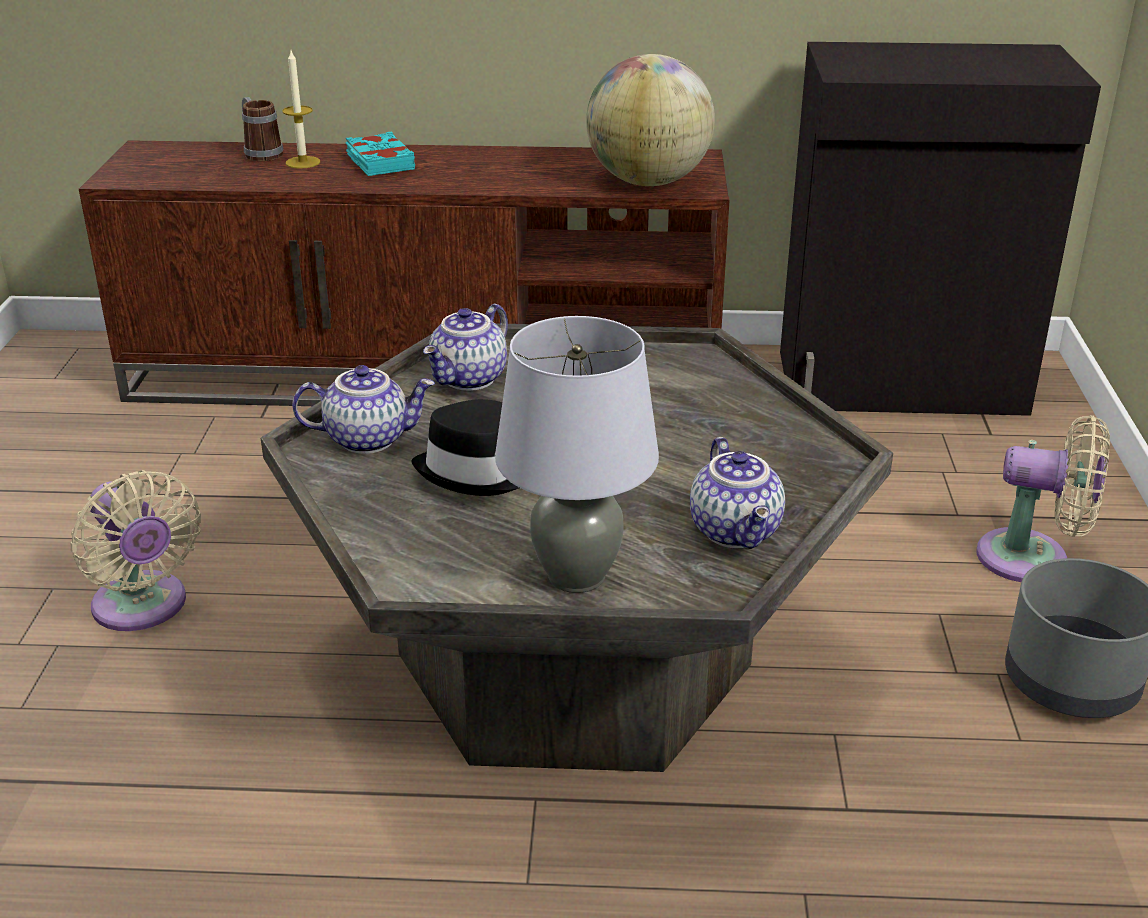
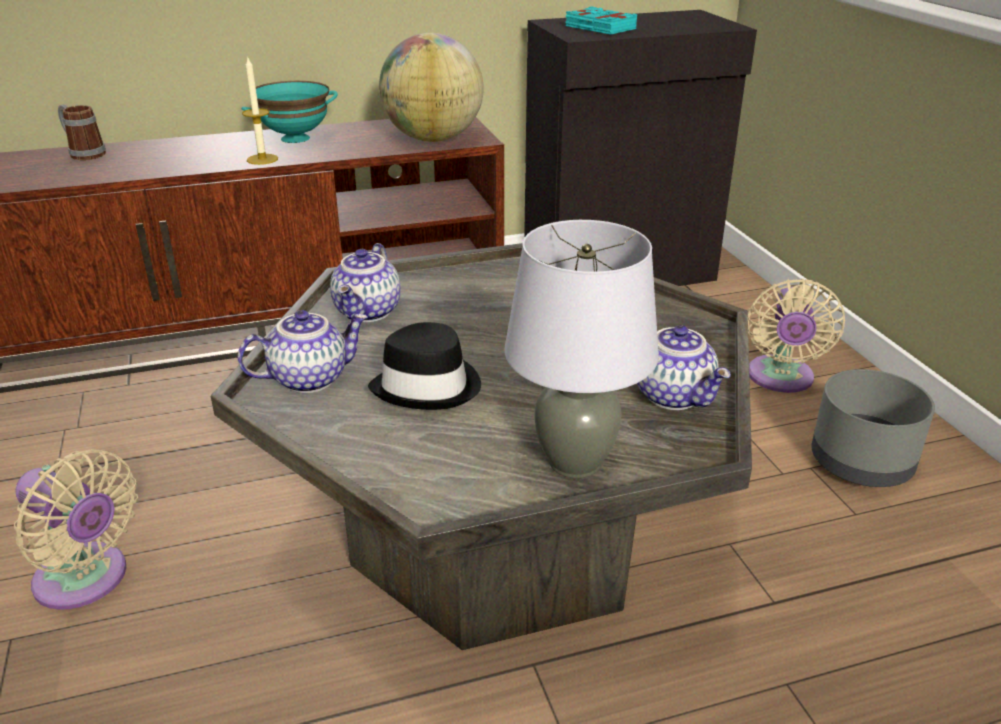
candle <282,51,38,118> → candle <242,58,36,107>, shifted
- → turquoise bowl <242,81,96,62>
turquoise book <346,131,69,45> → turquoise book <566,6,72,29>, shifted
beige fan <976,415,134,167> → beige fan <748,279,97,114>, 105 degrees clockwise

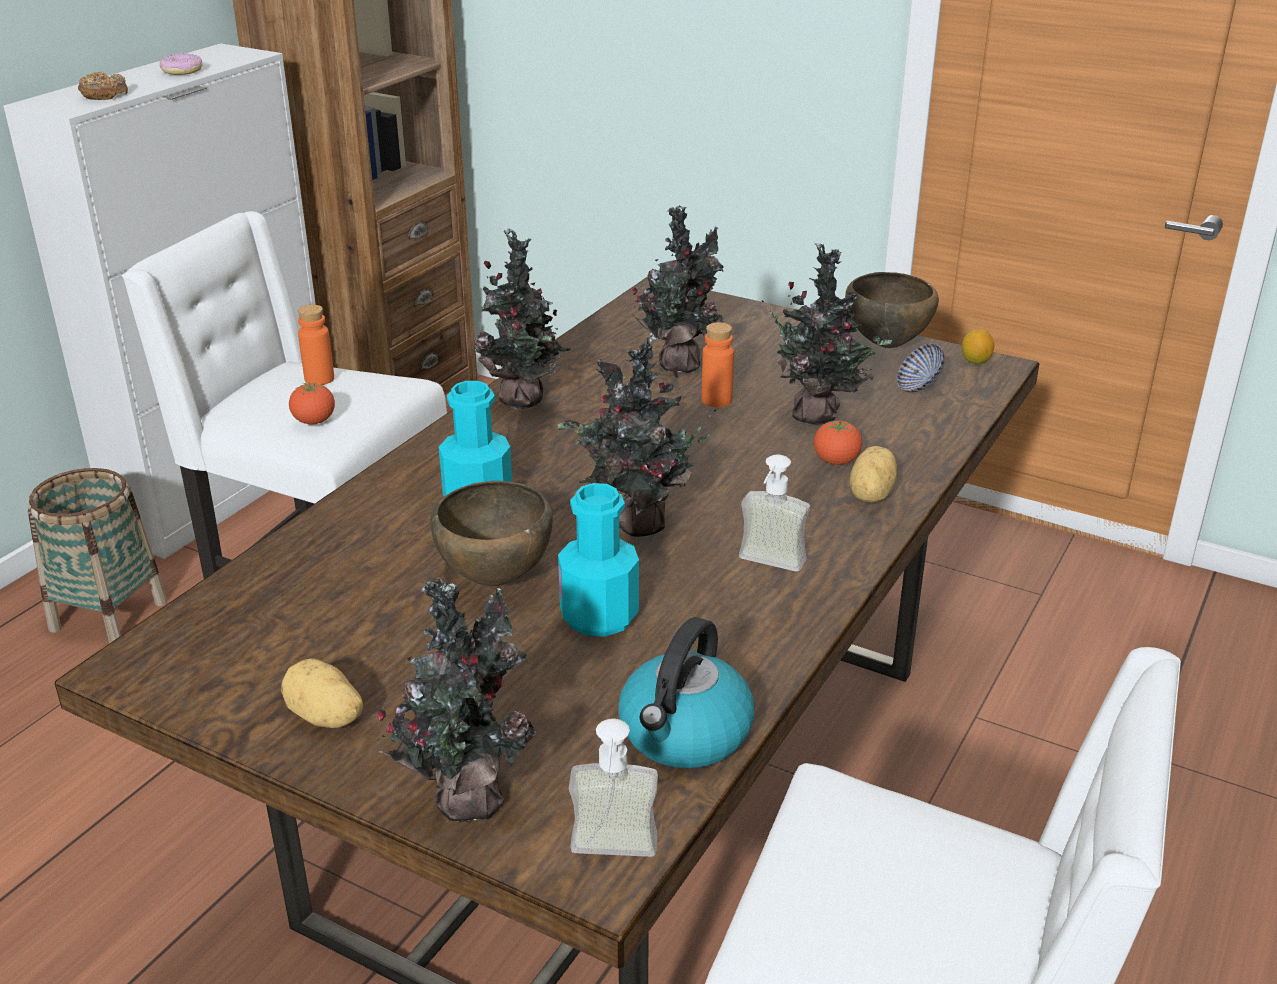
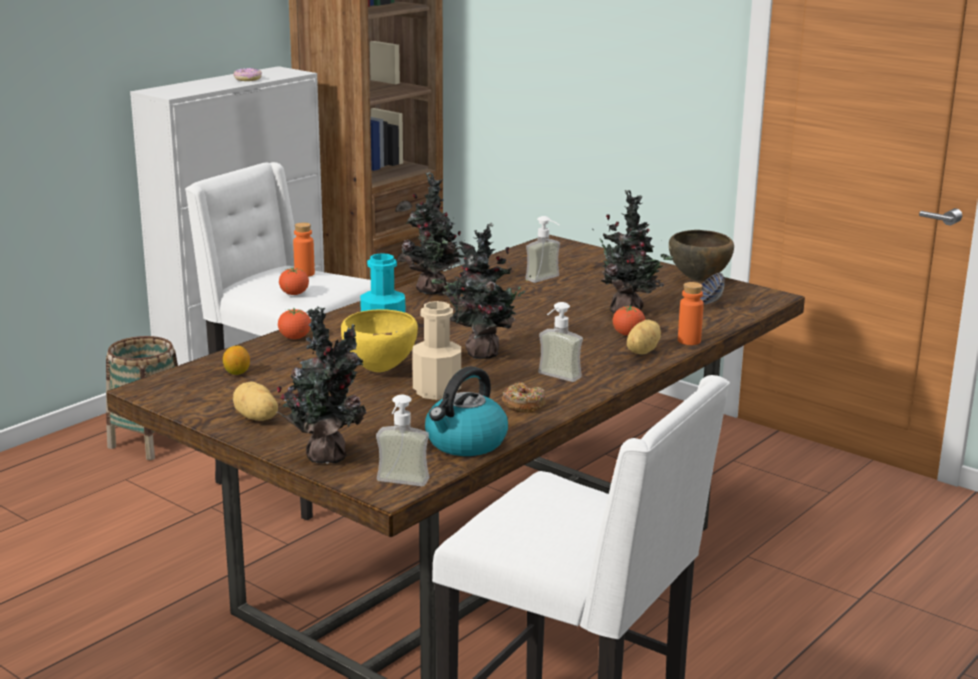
lemon <962,329,32,35> → lemon <223,346,27,29>, shifted
- → tomato <278,308,33,31>
brown bowl <430,481,123,105> → yellow bowl <341,309,77,63>
turquoise bottle <558,483,81,154> → beige bottle <412,301,49,99>
donut <78,72,50,28> → donut <502,382,44,31>, shifted
potted plant <631,205,93,168> → soap dispenser <525,216,35,67>
orange bottle <701,322,33,85> → orange bottle <678,282,26,63>, shifted

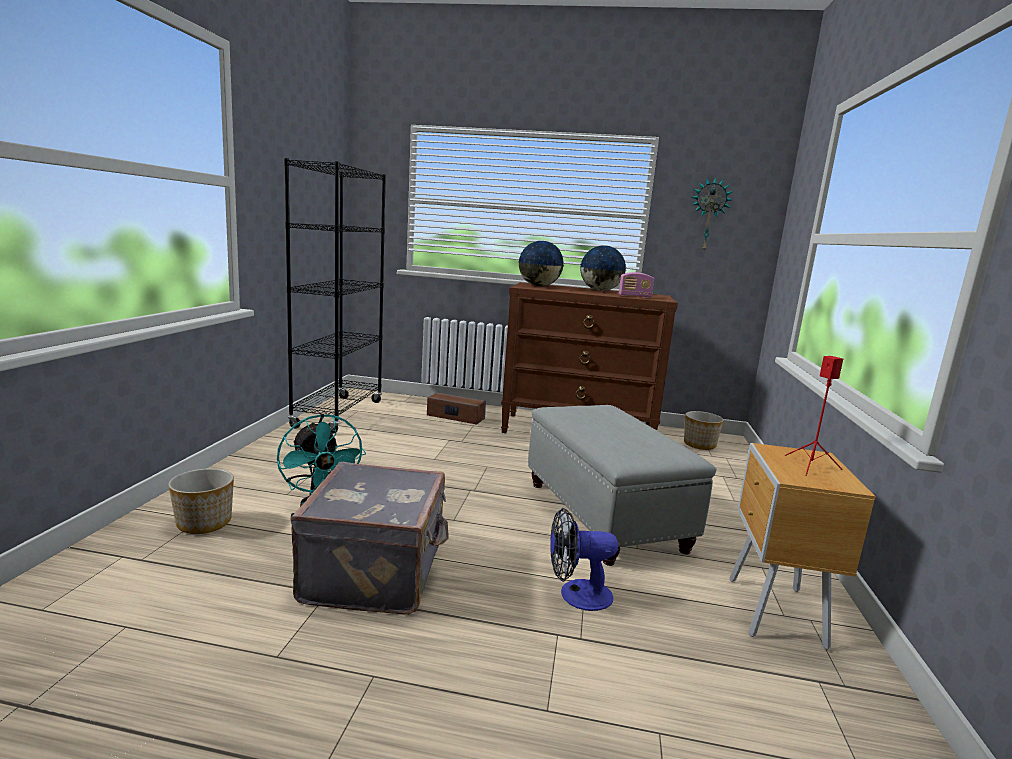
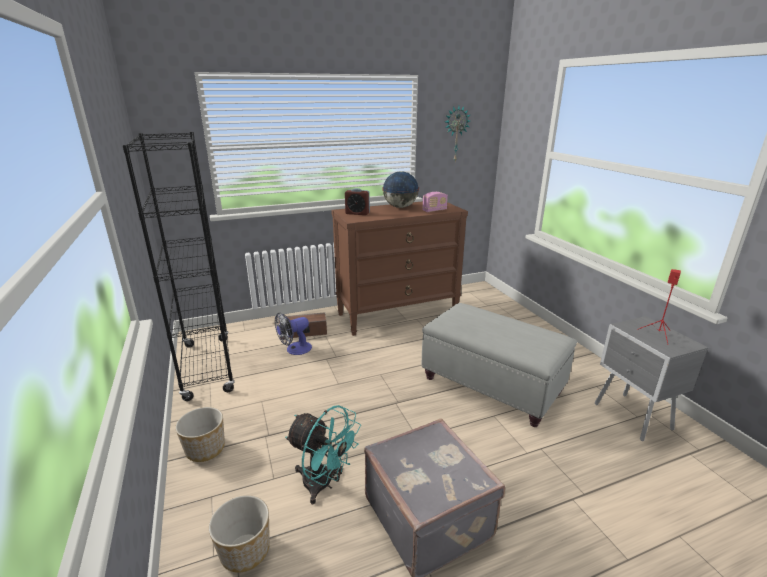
planter <684,411,40,39> → planter <175,407,50,55>, shifted
fan <550,508,68,103> → fan <275,313,37,42>, shifted
globe <518,241,46,45> → alarm clock <345,188,25,27>
brown nightstand <729,443,147,207> → grey nightstand <595,316,113,125>

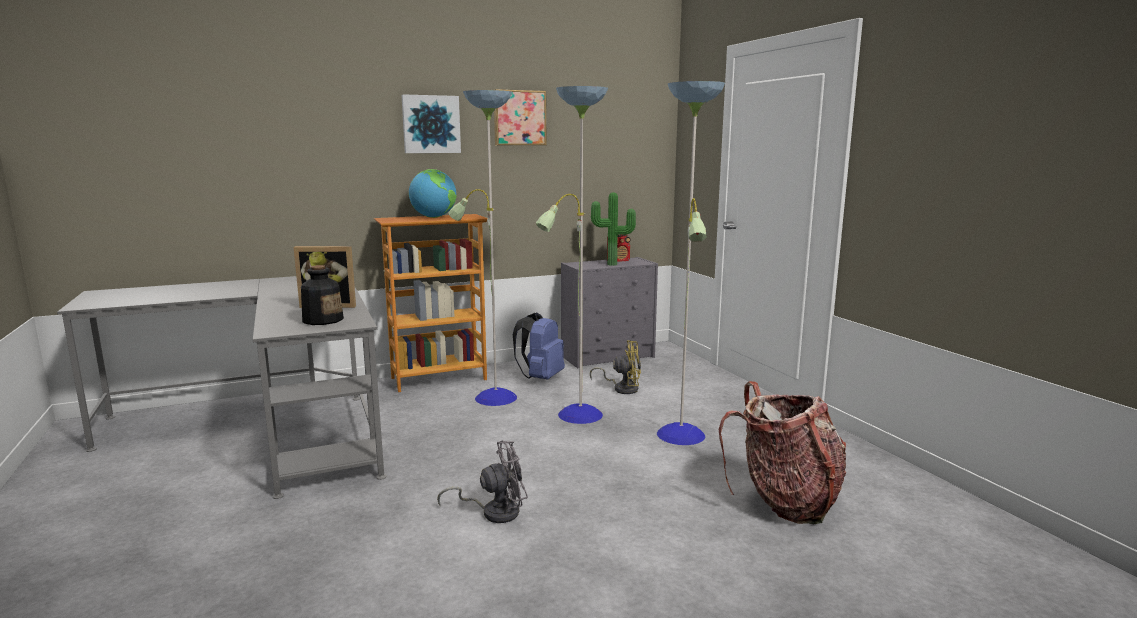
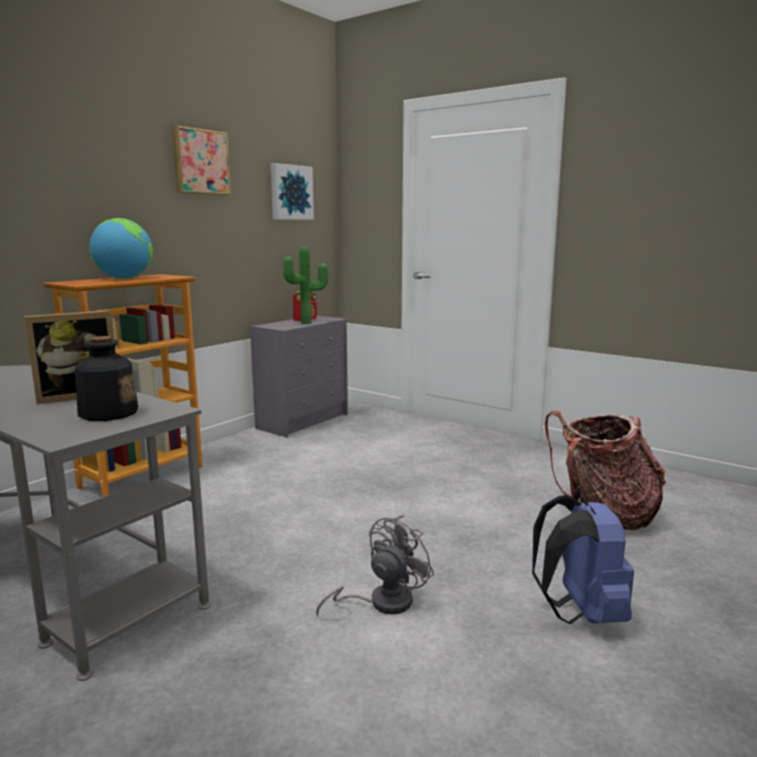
picture <401,94,60,59> → picture <271,163,43,57>, shifted
blue backpack <513,312,52,68> → blue backpack <532,495,102,129>, shifted
floor lamp <448,81,277,364> → -
yellow fan <590,340,51,54> → -

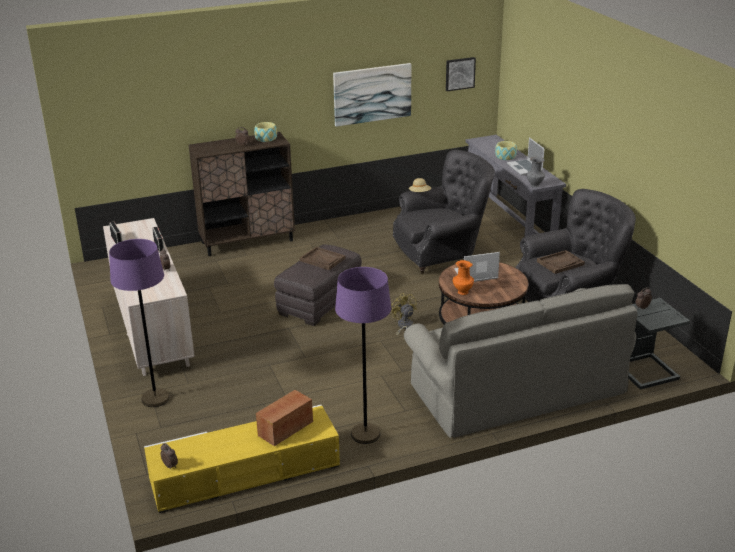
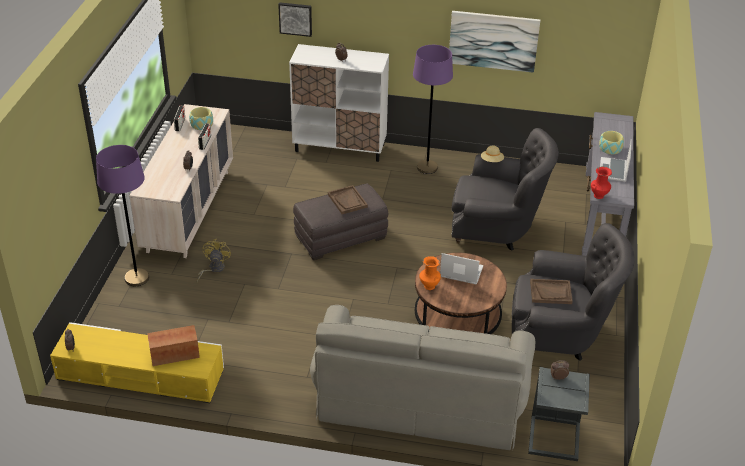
bowl <254,122,23,20> → bowl <189,107,24,23>, shifted
yellow fan <390,293,27,47> → yellow fan <197,239,34,43>, shifted
picture <446,57,30,34> → picture <278,2,34,35>, shifted
brown cabinet <189,132,106,124> → white cabinet <289,44,100,118>
purple floor lamp <335,267,56,177> → purple floor lamp <413,45,40,129>, shifted
grey vase <526,157,19,31> → red vase <591,167,21,32>

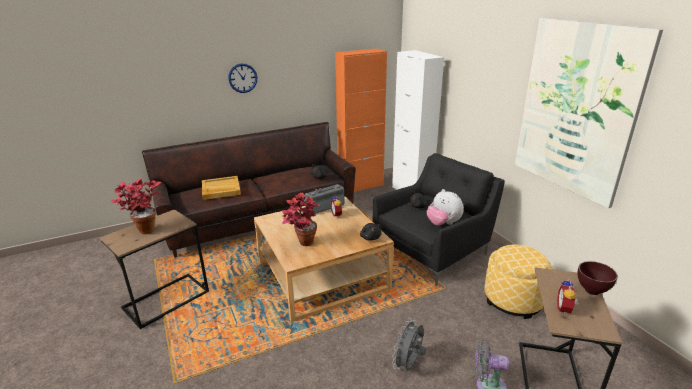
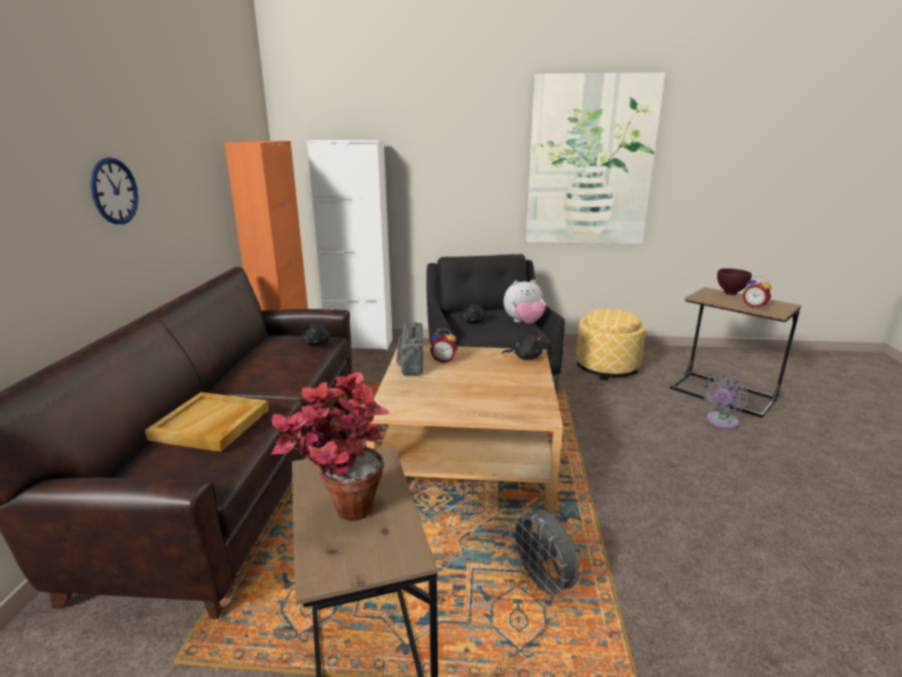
grey fan <392,318,34,53> → grey fan <509,509,70,92>, shifted
potted plant <282,193,38,53> → -

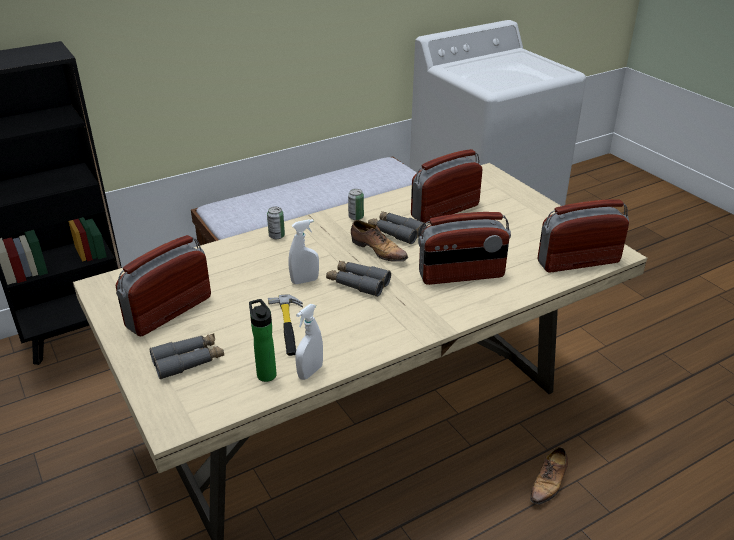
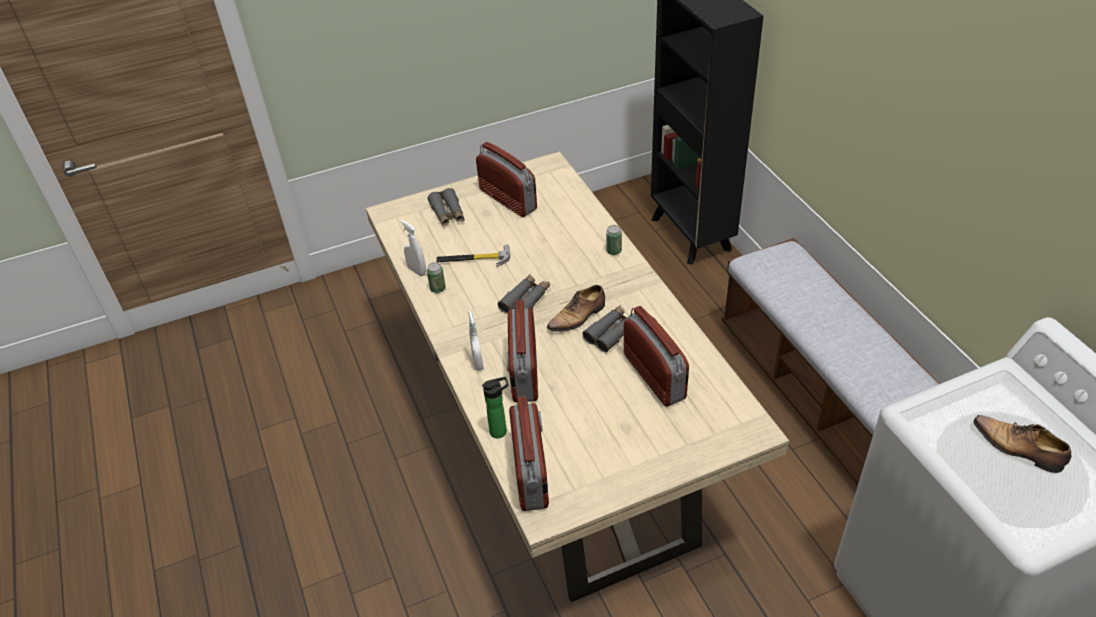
can <348,189,16,31> → can <427,262,19,31>, shifted
white spray bottle <288,219,31,65> → white spray bottle <468,311,16,60>, shifted
bottle <249,299,28,83> → bottle <482,377,27,61>, shifted
shoe <530,447,38,58> → shoe <973,415,99,58>, shifted

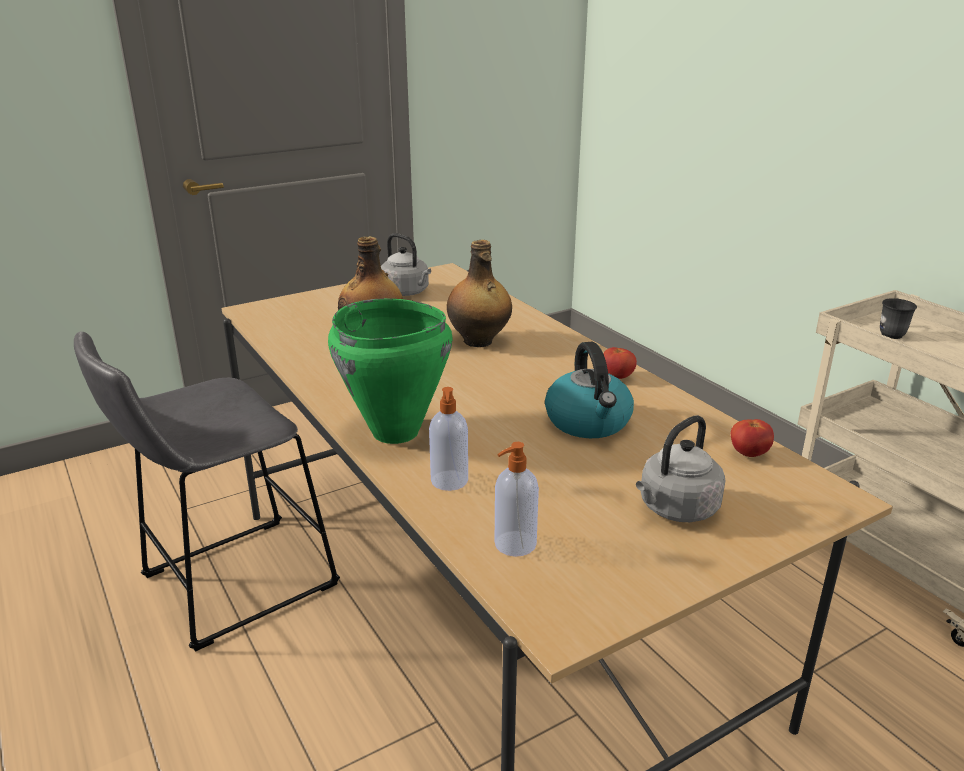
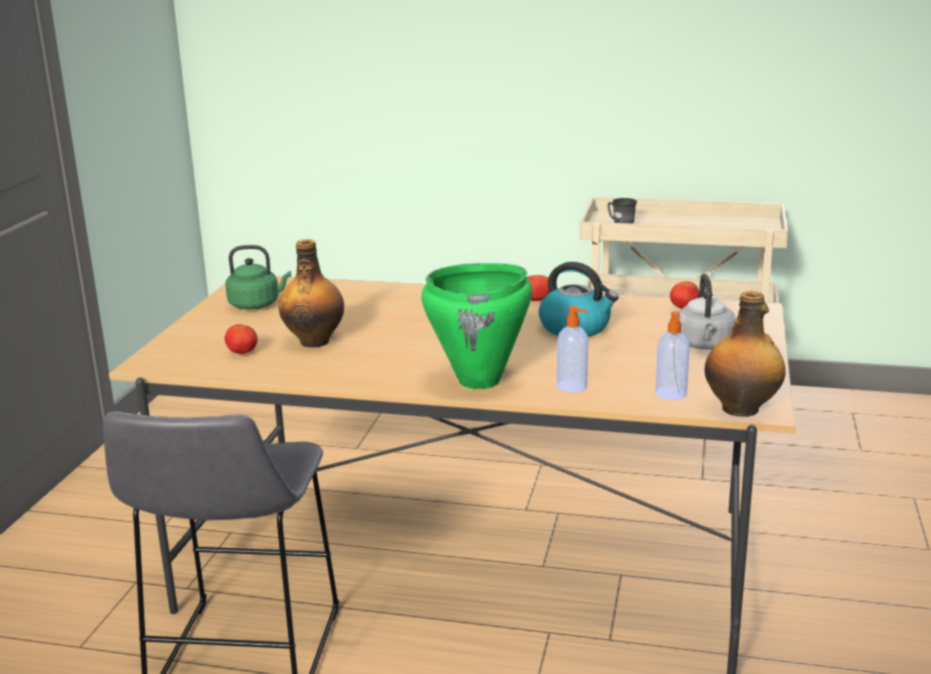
grey kettle <381,233,50,63> → green kettle <225,245,66,64>
- → tomato <225,324,32,30>
bottle <447,240,65,107> → bottle <704,291,82,126>, shifted

